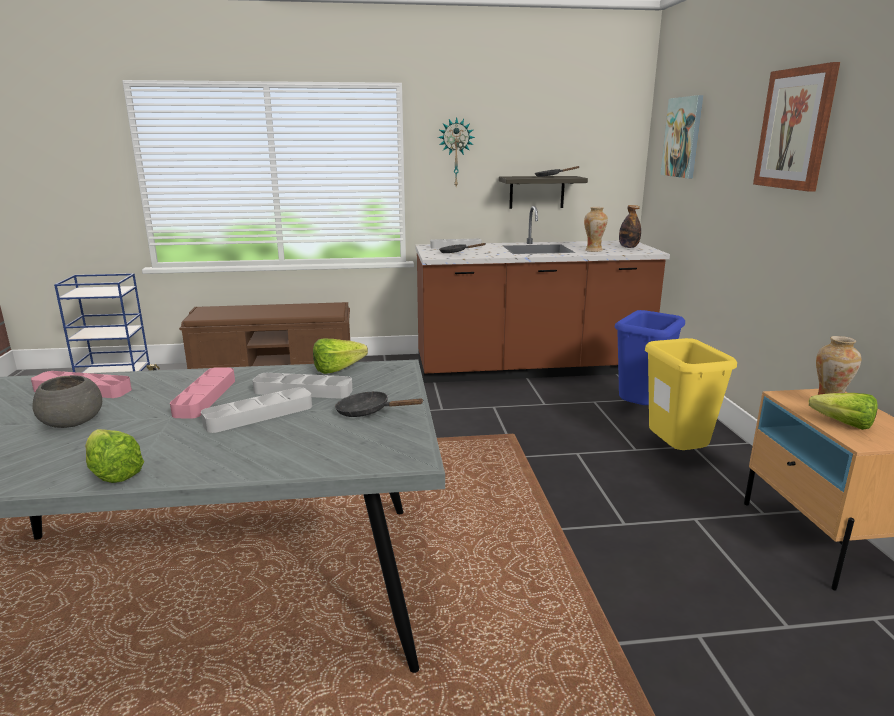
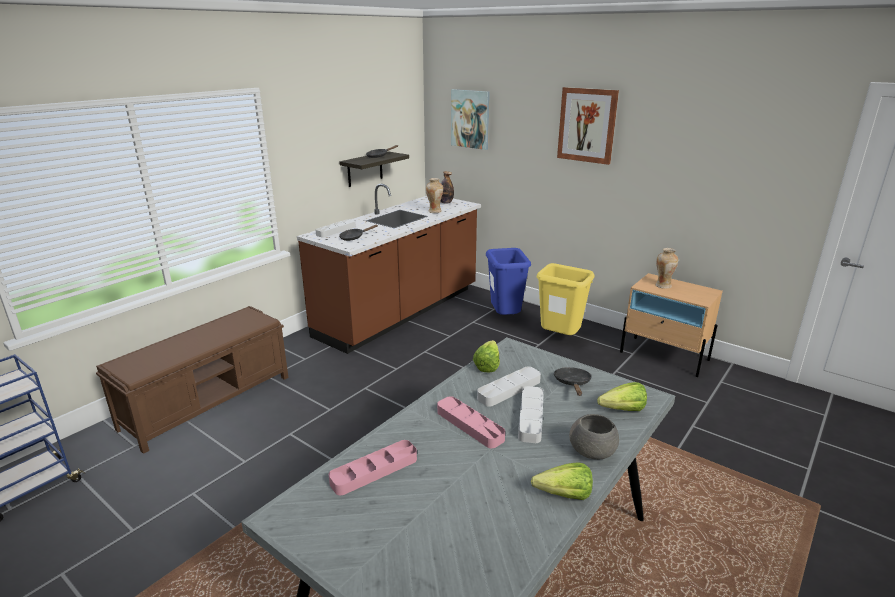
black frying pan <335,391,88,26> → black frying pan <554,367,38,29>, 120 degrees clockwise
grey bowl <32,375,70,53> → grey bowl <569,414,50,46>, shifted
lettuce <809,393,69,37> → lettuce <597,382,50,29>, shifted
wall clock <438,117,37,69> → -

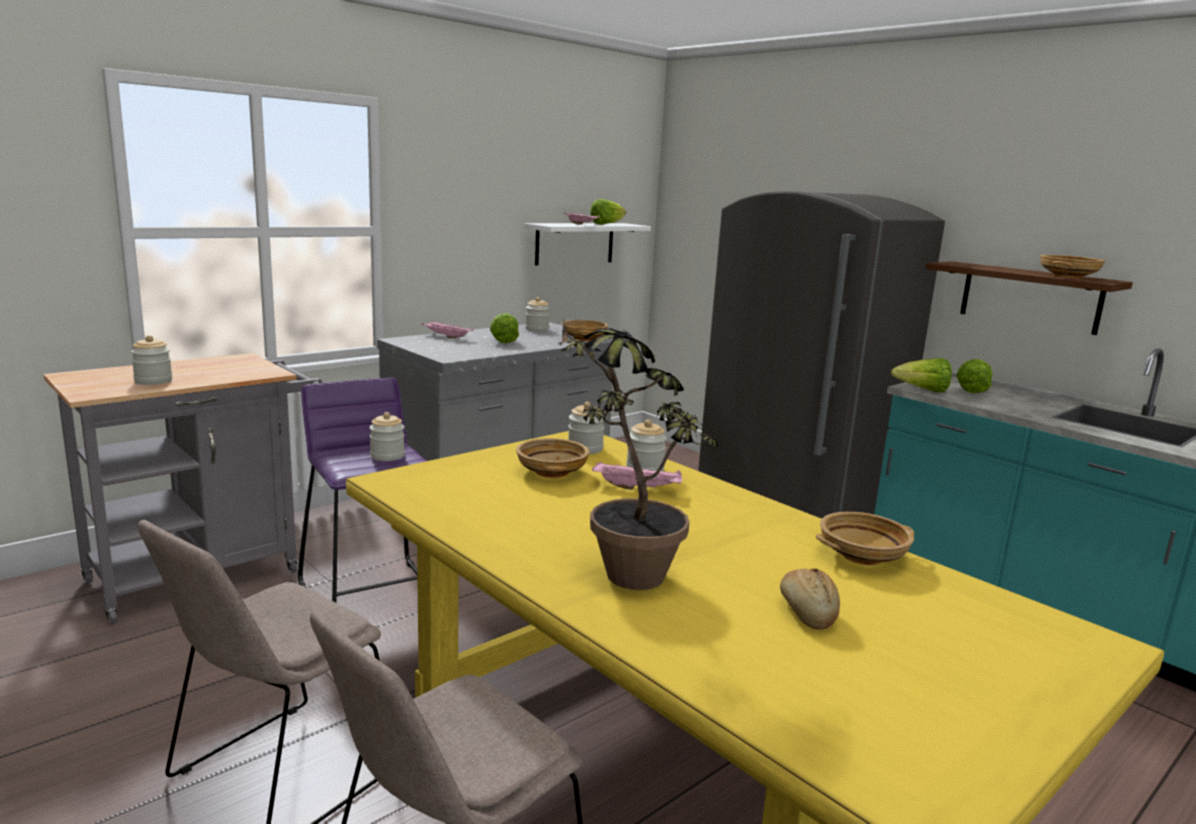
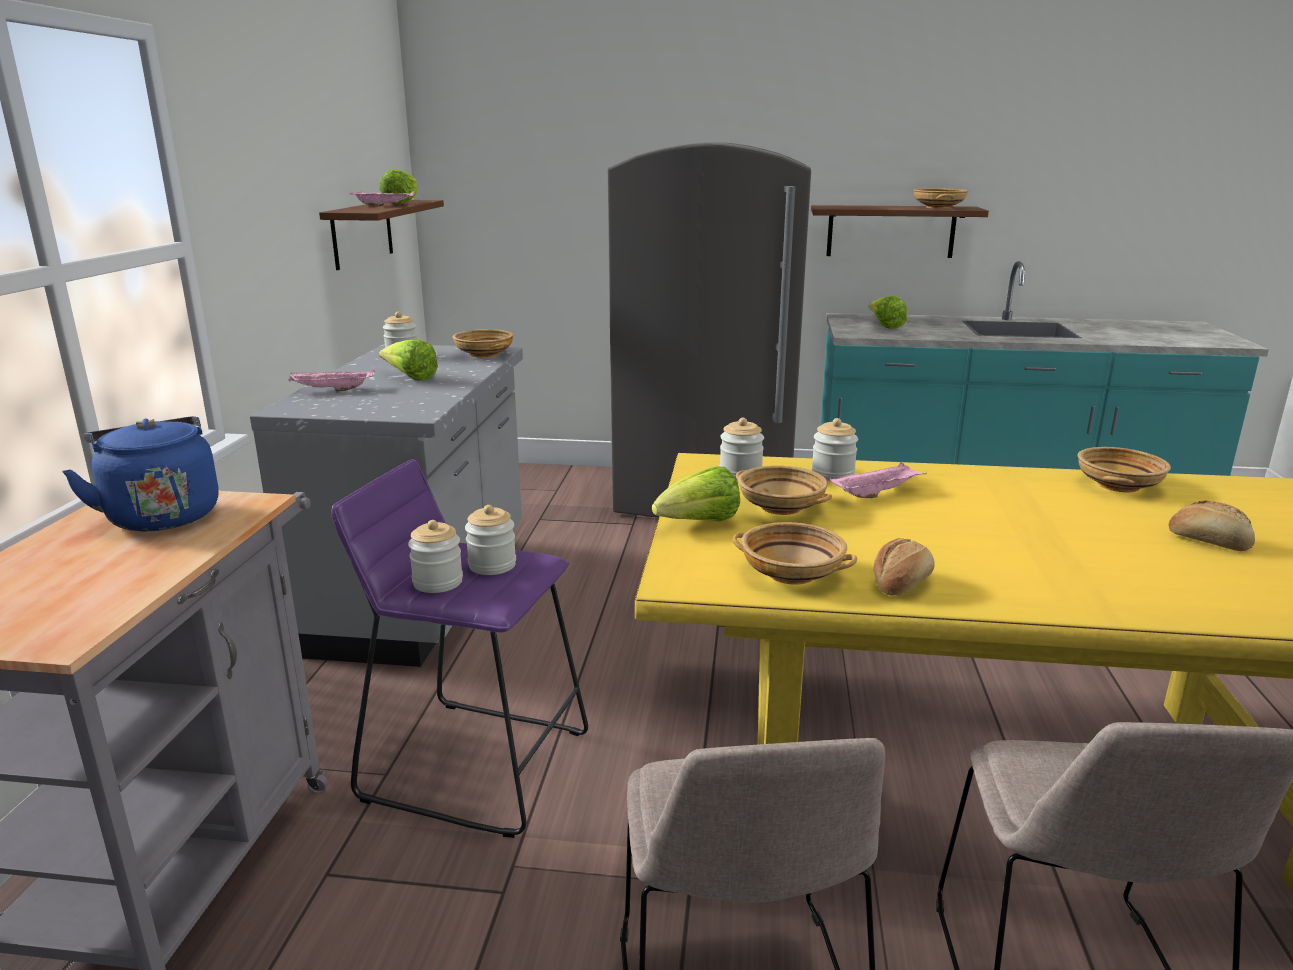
- → blue kettle <62,416,157,115>
white shelf <524,223,127,42> → brown shelf <319,200,125,70>
jar <131,335,41,50> → jar <408,520,55,73>, shifted
lettuce <891,358,61,34> → lettuce <652,467,88,54>, shifted
- → beige bowl <732,522,125,63>
- → bread <874,538,61,58>
potted plant <558,318,160,272> → -

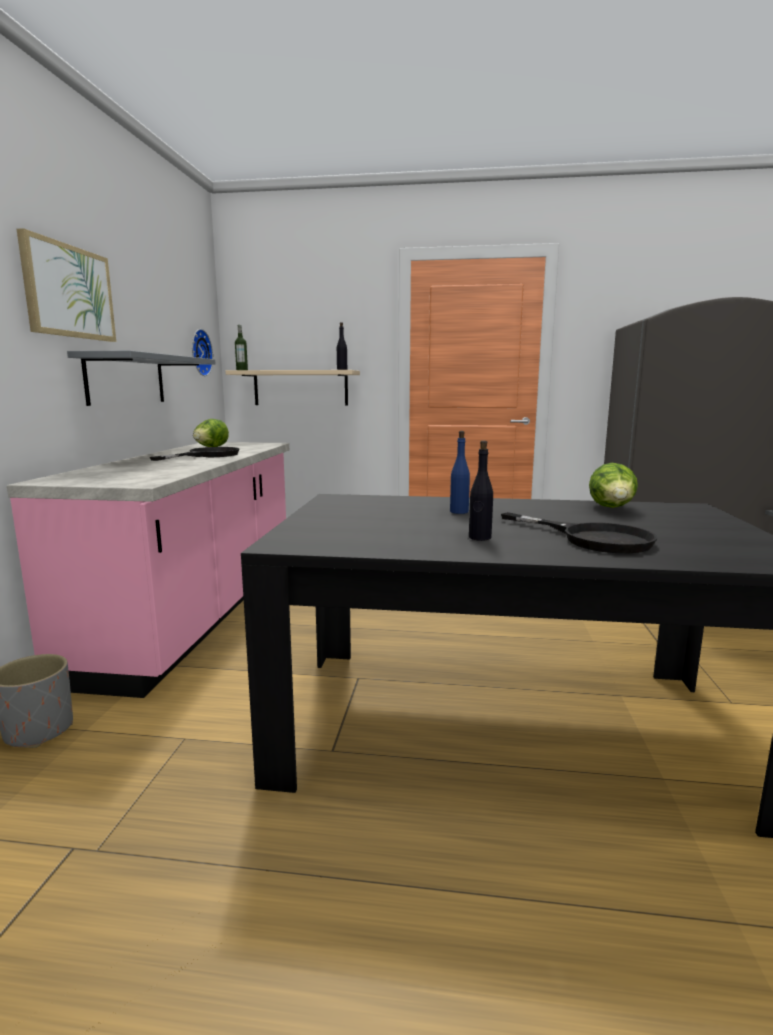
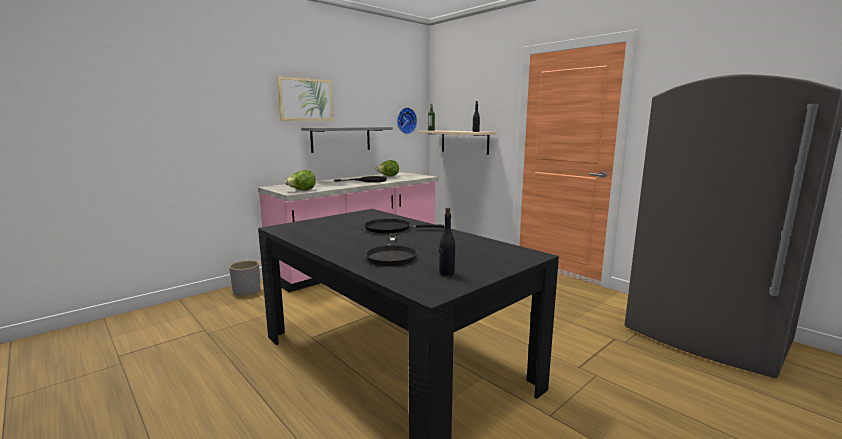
lettuce <589,463,49,45> → lettuce <285,170,31,21>, shifted
blue bottle <450,431,20,83> → black frying pan <364,219,80,15>
black bottle <469,440,24,101> → black bottle <439,208,16,68>, shifted

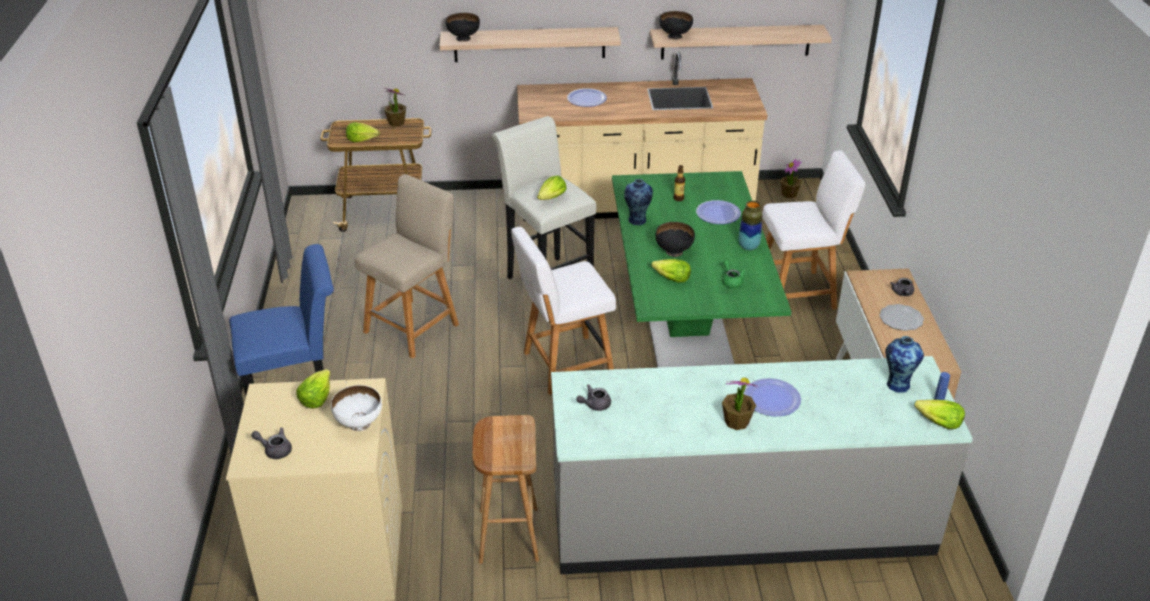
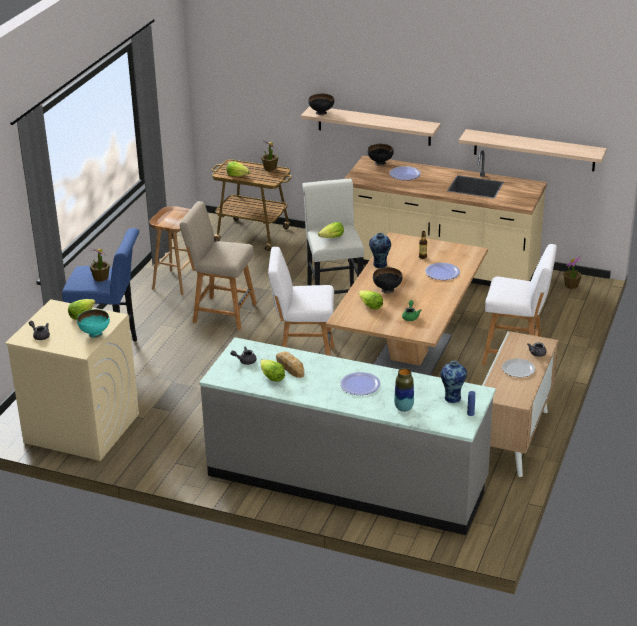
white bowl <331,385,51,46> → turquoise bowl <77,309,33,29>
potted plant <722,377,36,53> → potted plant <90,249,20,33>, shifted
brown stool <472,415,67,149> → brown stool <149,206,49,89>, shifted
beige chair <355,174,104,185> → beige chair <180,201,77,129>, 135 degrees counterclockwise
lettuce <914,400,51,29> → lettuce <260,359,25,23>, shifted
- → bread <276,352,28,26>
green dining table <612,171,179,197> → brown dining table <326,232,162,144>
black bowl <659,11,34,29> → black bowl <368,144,26,22>, shifted
vase <739,201,23,49> → vase <394,368,20,44>, shifted

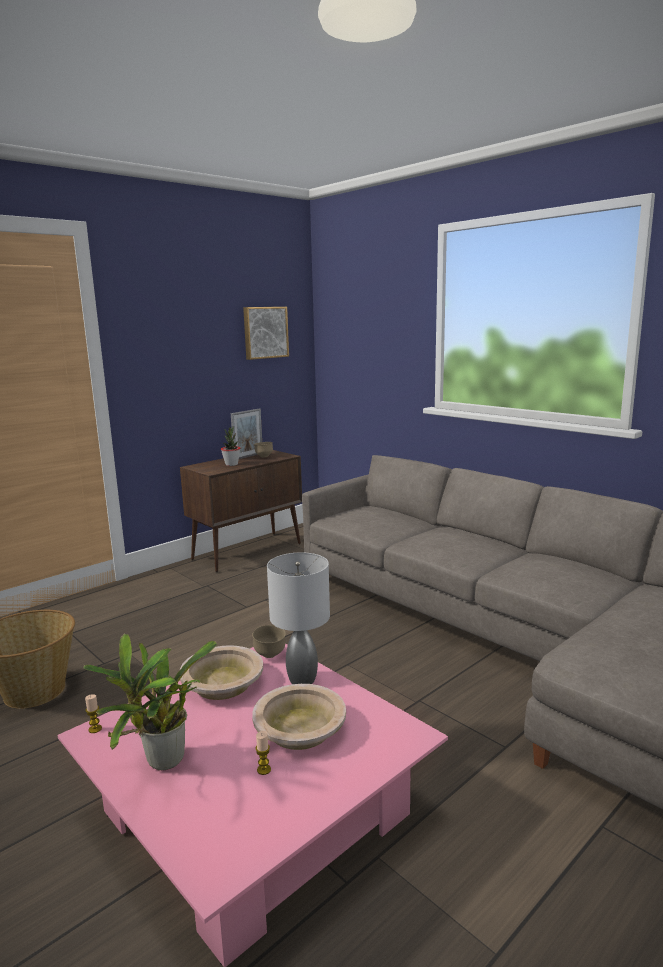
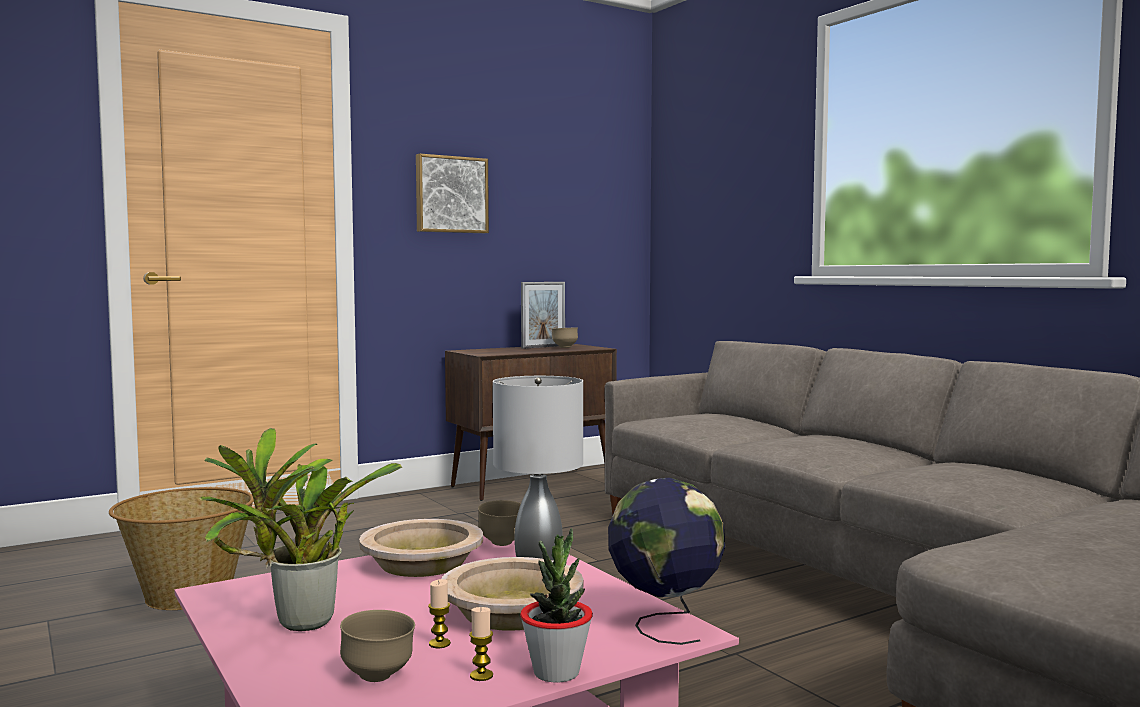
- → brown bowl <340,610,75,72>
picture <243,307,46,53> → picture <416,153,73,80>, shifted
candle <85,694,17,39> → candle <469,607,24,74>, shifted
potted plant <221,426,19,40> → potted plant <520,528,73,155>, shifted
- → globe <608,478,117,167>

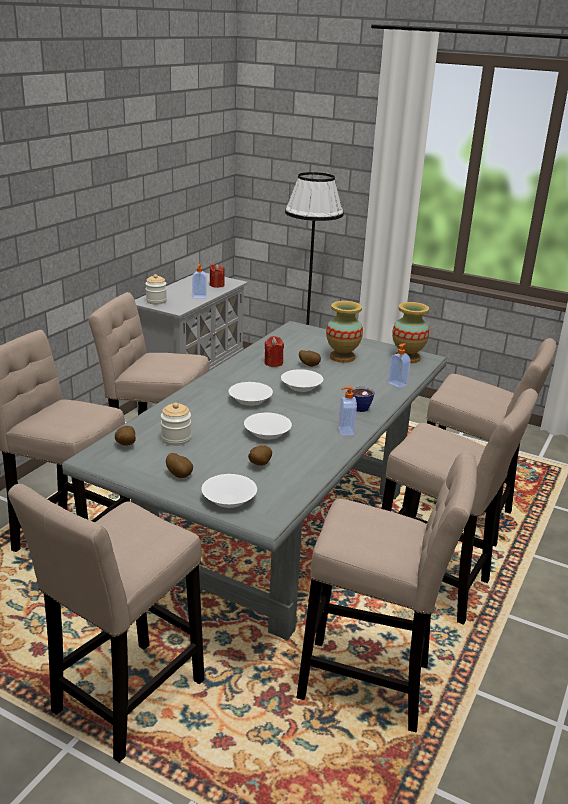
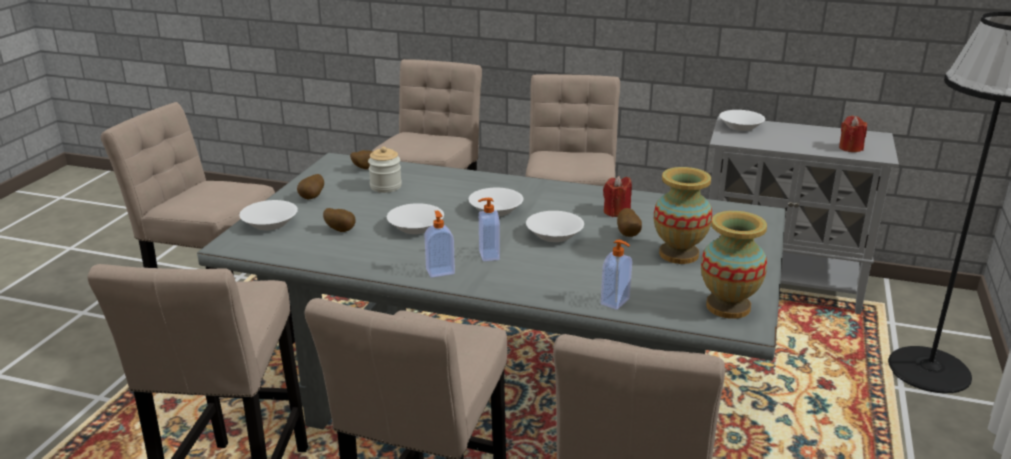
soap dispenser <192,264,15,35> → soap dispenser <478,198,22,63>, shifted
jar <145,274,22,31> → white bowl <719,110,46,21>
cup <347,386,28,26> → -

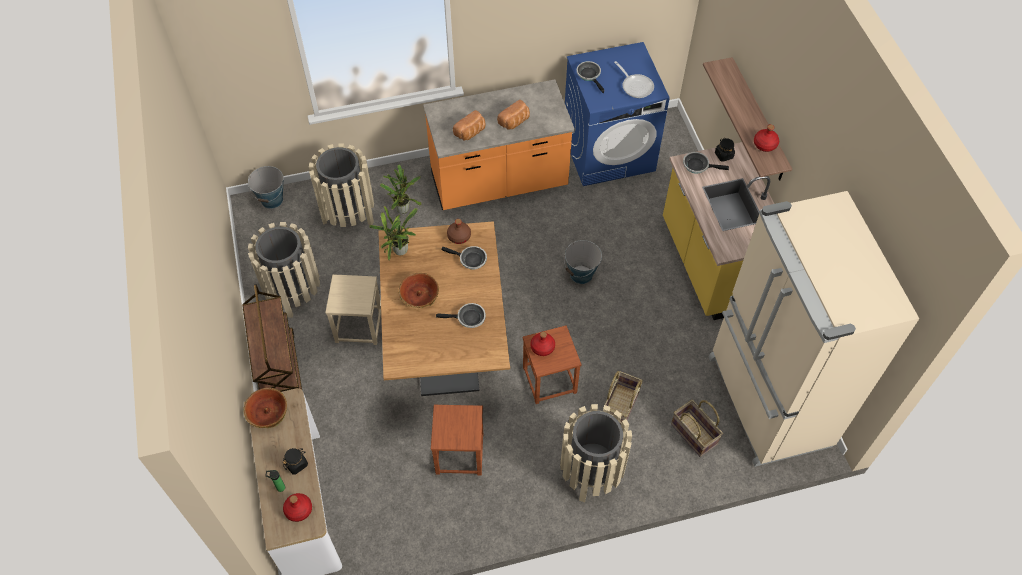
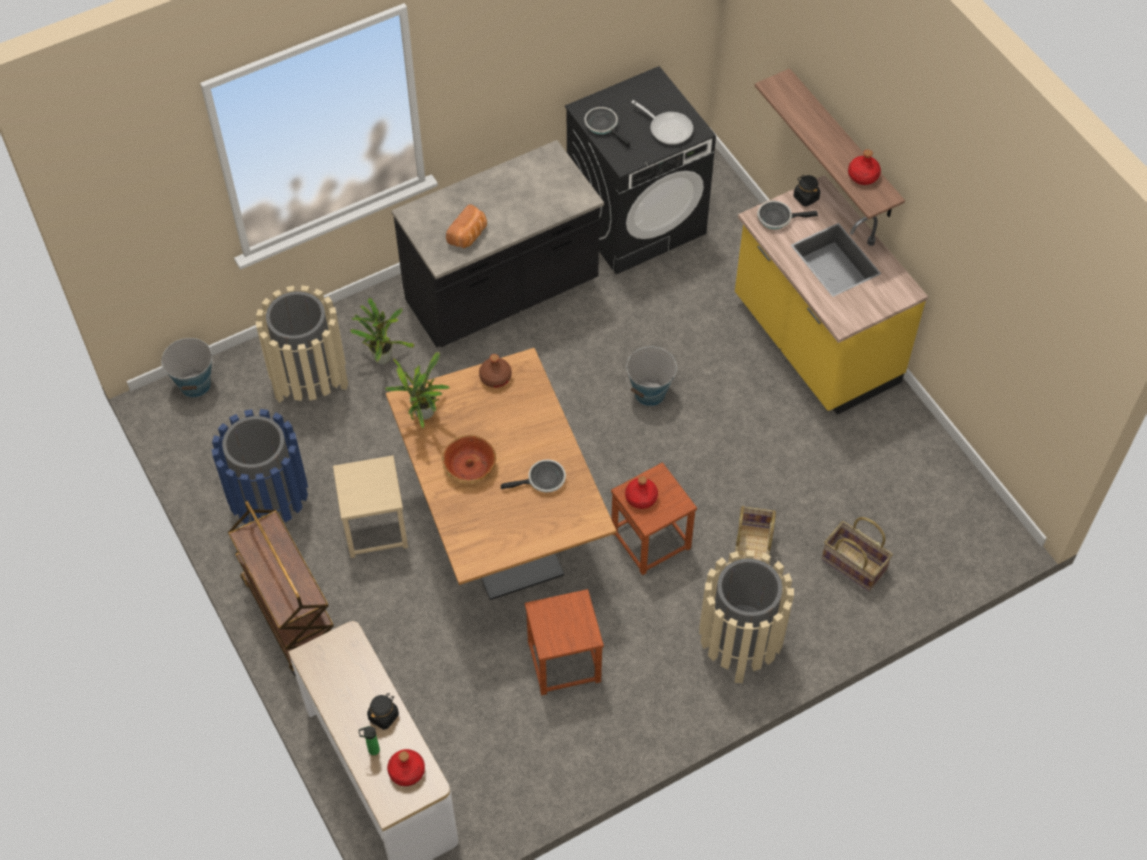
beige trash can <248,222,72,95> → blue trash can <212,409,96,115>
orange counter <423,79,152,131> → black counter <392,140,212,208>
blue washing machine <565,42,105,144> → black washing machine <565,66,151,209>
bowl <243,388,44,40> → -
frying pan <441,246,46,24> → -
bread <497,100,33,30> → -
beige fridge <709,191,211,276> → -

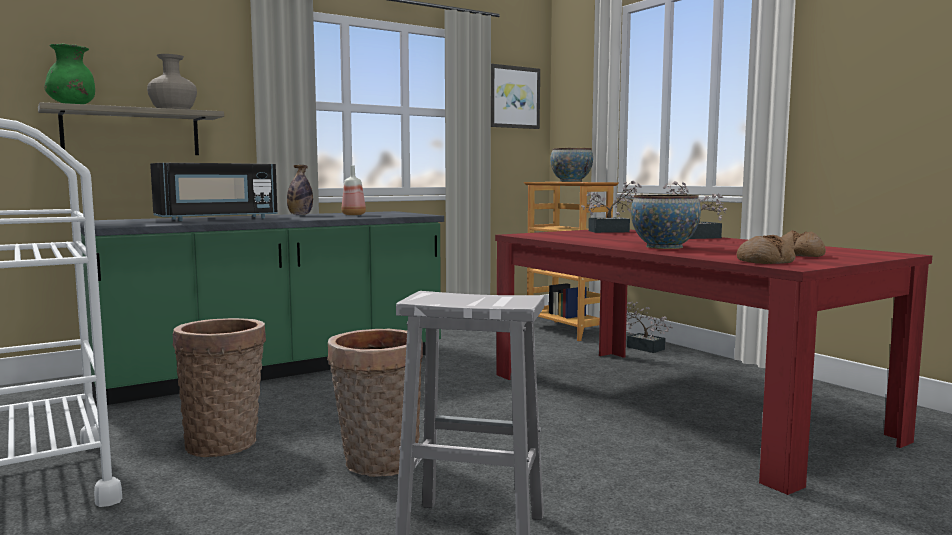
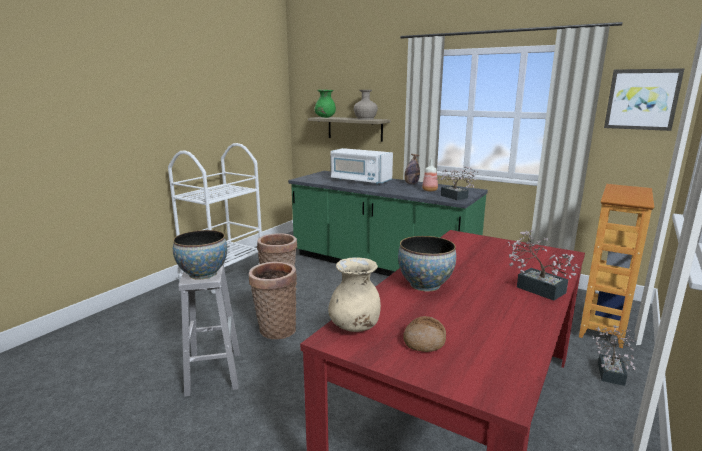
bowl <550,148,43,34> → bowl <173,230,54,50>, shifted
bread <737,235,58,29> → beige vase <328,257,53,75>
black microwave <150,163,128,58> → white microwave <330,148,63,37>
potted plant <581,181,62,52> → potted plant <437,166,41,34>, shifted

